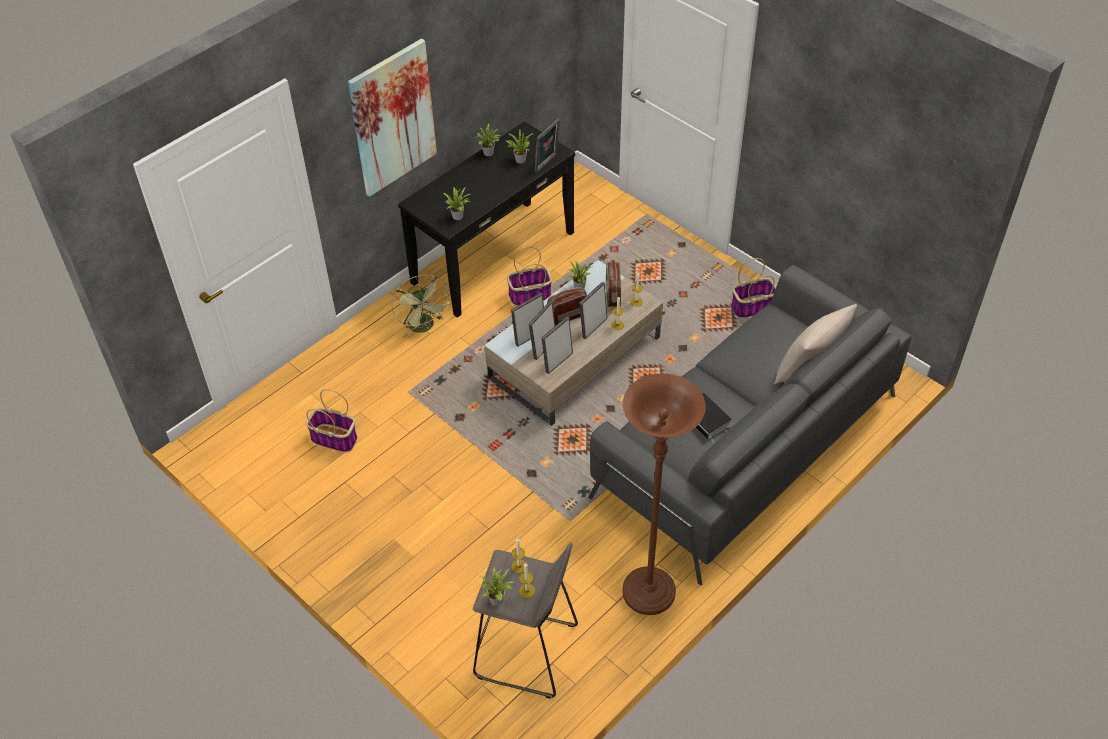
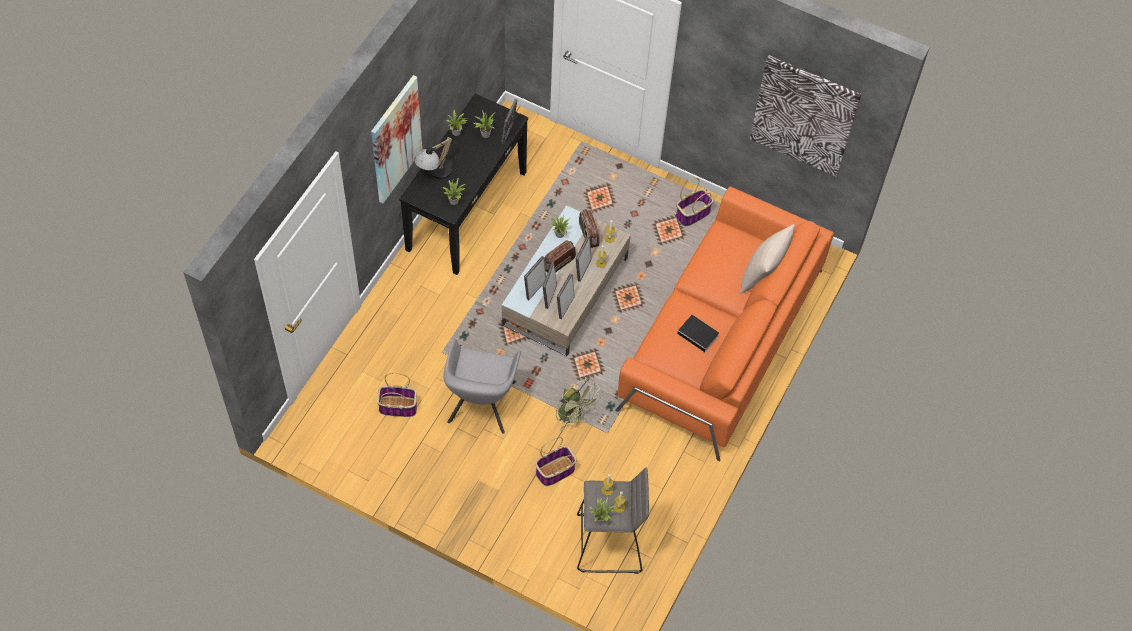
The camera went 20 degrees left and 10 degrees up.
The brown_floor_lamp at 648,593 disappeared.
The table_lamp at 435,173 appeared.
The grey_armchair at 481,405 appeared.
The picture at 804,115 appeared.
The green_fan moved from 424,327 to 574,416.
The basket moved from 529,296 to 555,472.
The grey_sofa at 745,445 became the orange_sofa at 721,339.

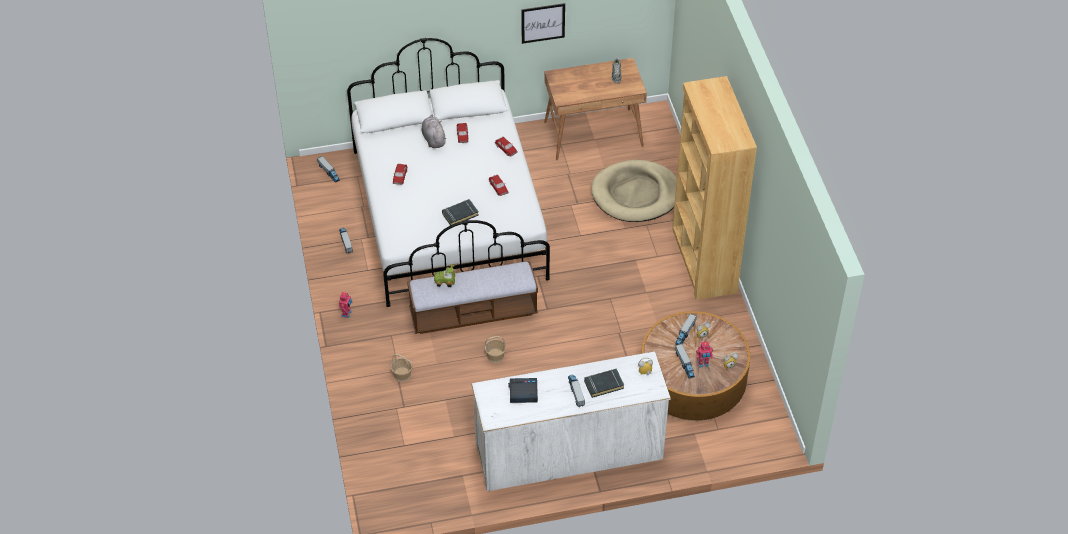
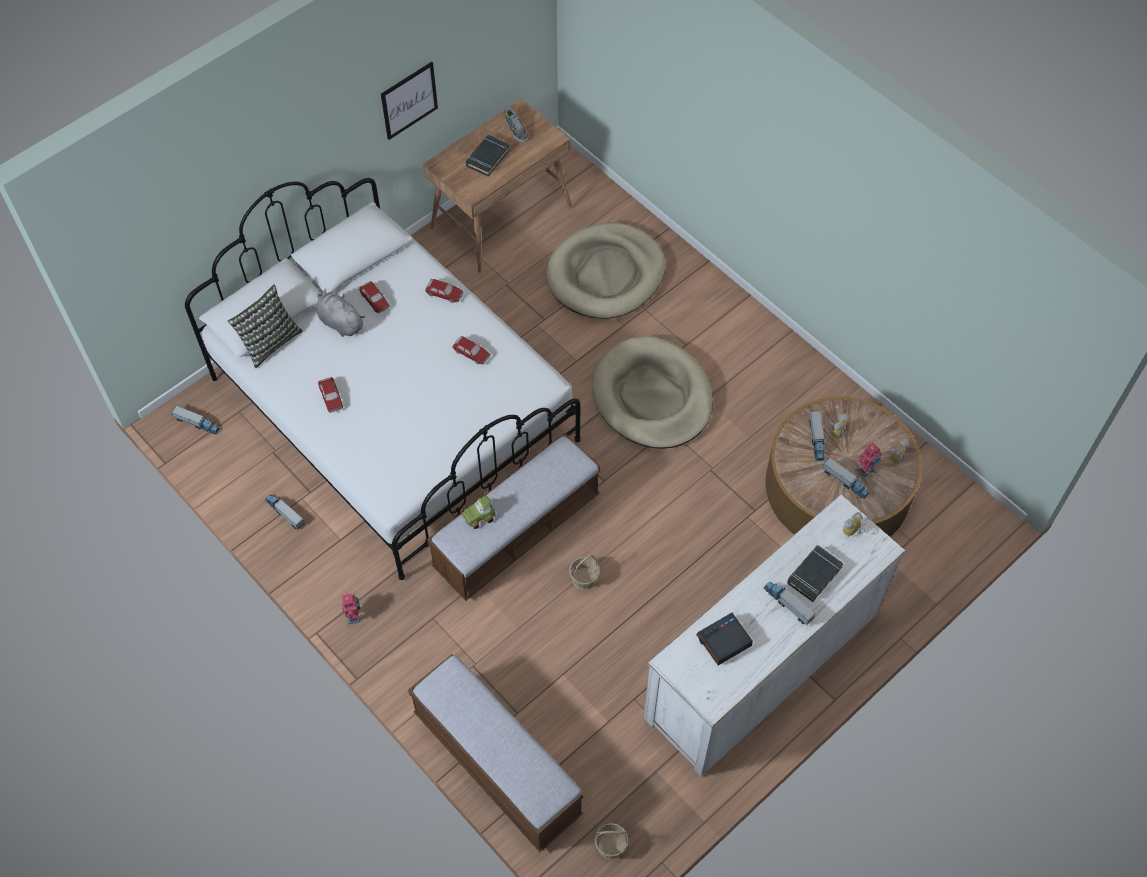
The camera went 30 degrees left and 10 degrees up.
The brown_bookcase at 703,261 disappeared.
The pillow at 269,341 appeared.
The bench at 497,764 appeared.
The beige_dog_bed at 652,397 appeared.
The basket moved from 402,375 to 611,846.
The black_book moved from 460,214 to 487,157.

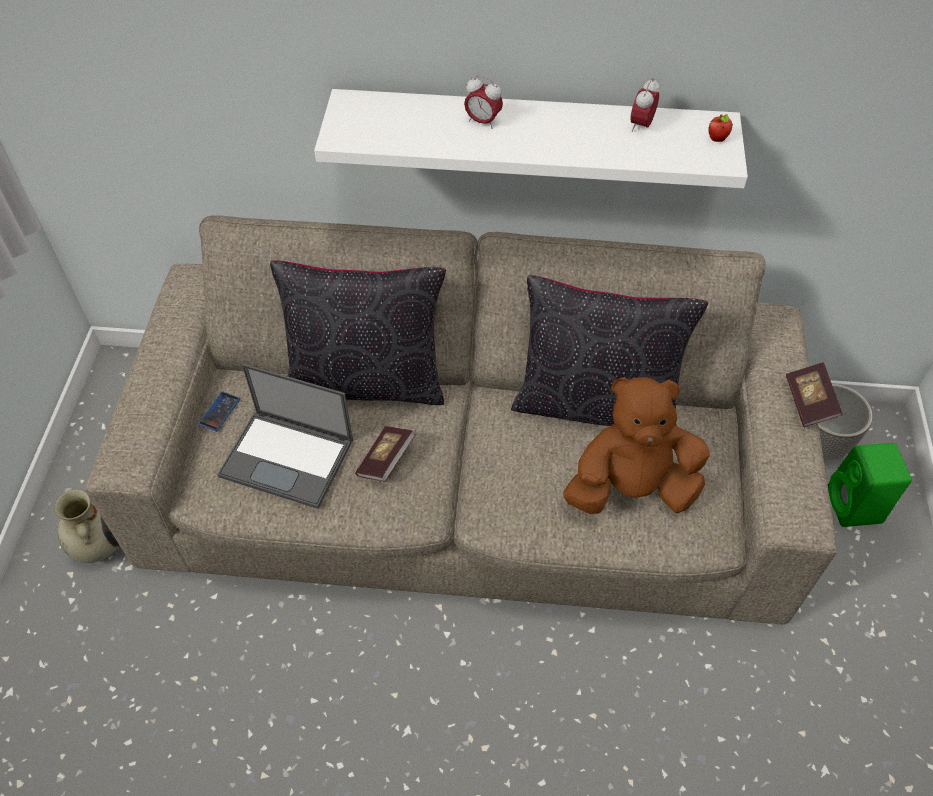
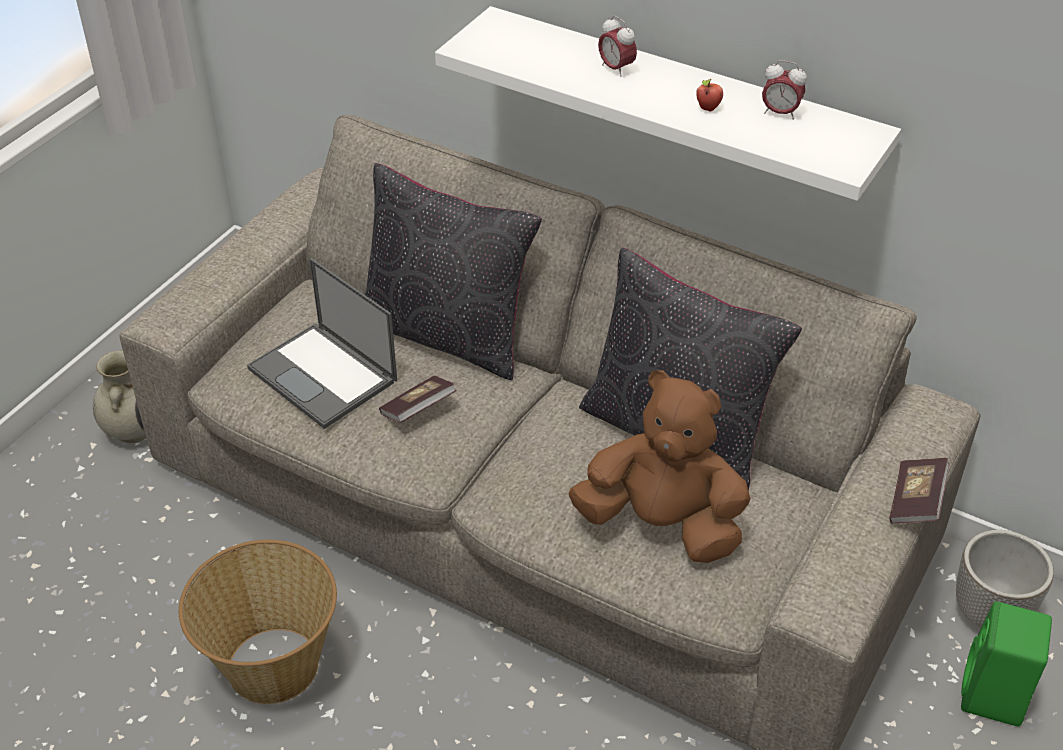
The camera went 25 degrees right and 10 degrees down.
The phone at 219,412 disappeared.
The basket at 272,664 appeared.
The apple moved from 717,139 to 708,109.
The alarm_clock at 641,125 turned 120 degrees counterclockwise.

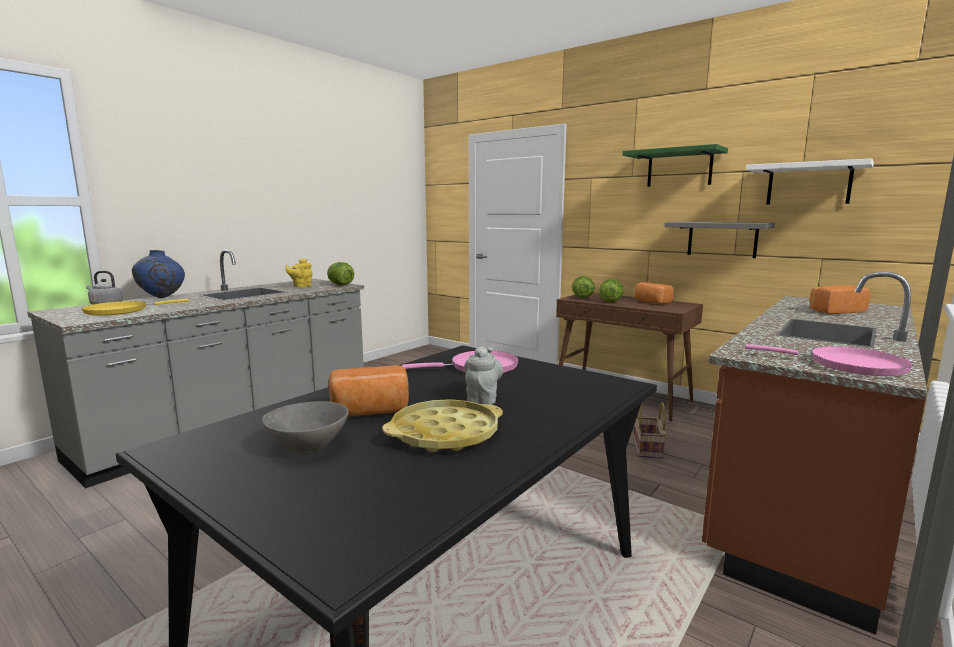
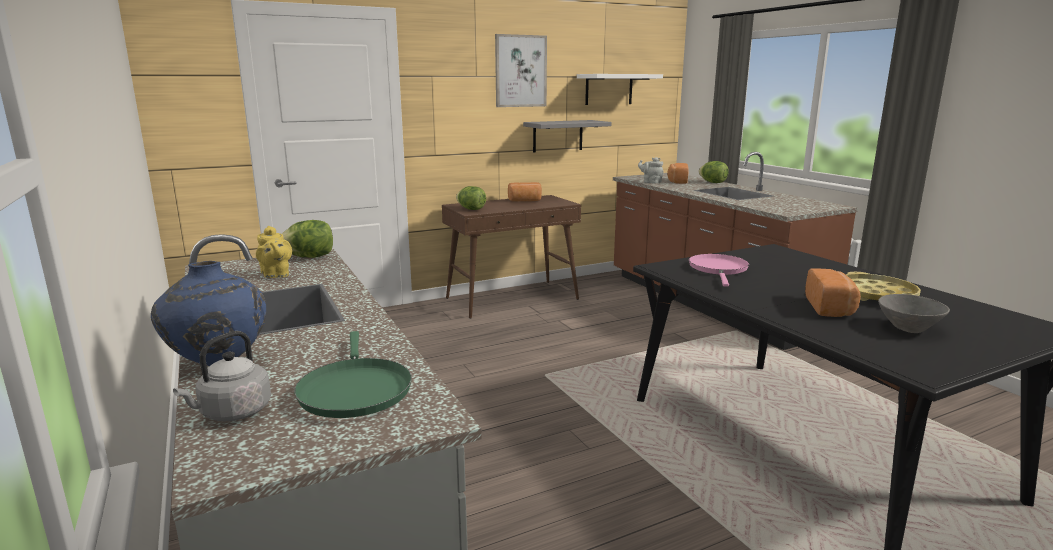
The camera went 65 degrees left and 5 degrees up.
The basket at 648,449 disappeared.
The pink_frying_pan at 849,365 disappeared.
The grey_teapot moved from 482,398 to 651,182.
The lettuce moved from 610,301 to 712,182.
The green_shelf at 679,168 was replaced by the picture at 520,71.
The yellow_frying_pan at 121,311 became the green_frying_pan at 354,390.

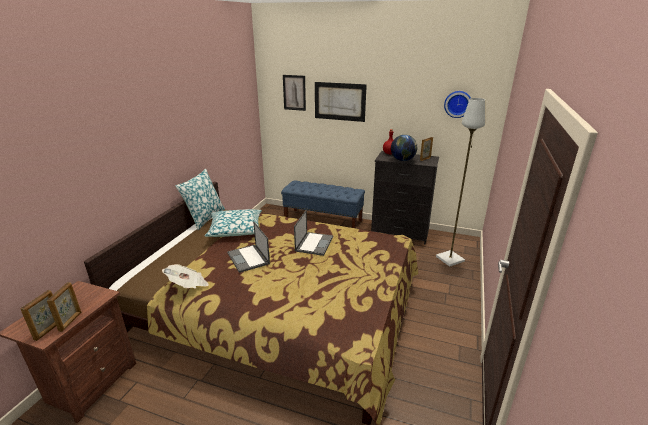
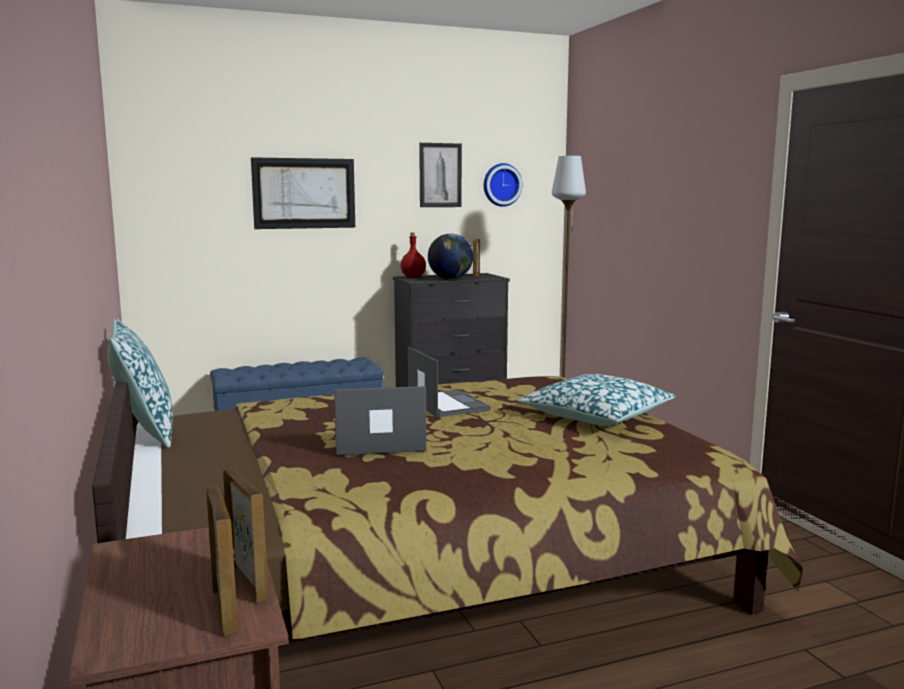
The camera went 40 degrees left and 15 degrees down.
The newspaper at 188,285 disappeared.
The pillow moved from 235,229 to 596,415.
The picture moved from 294,92 to 440,175.
The laptop at 248,258 turned 150 degrees clockwise.

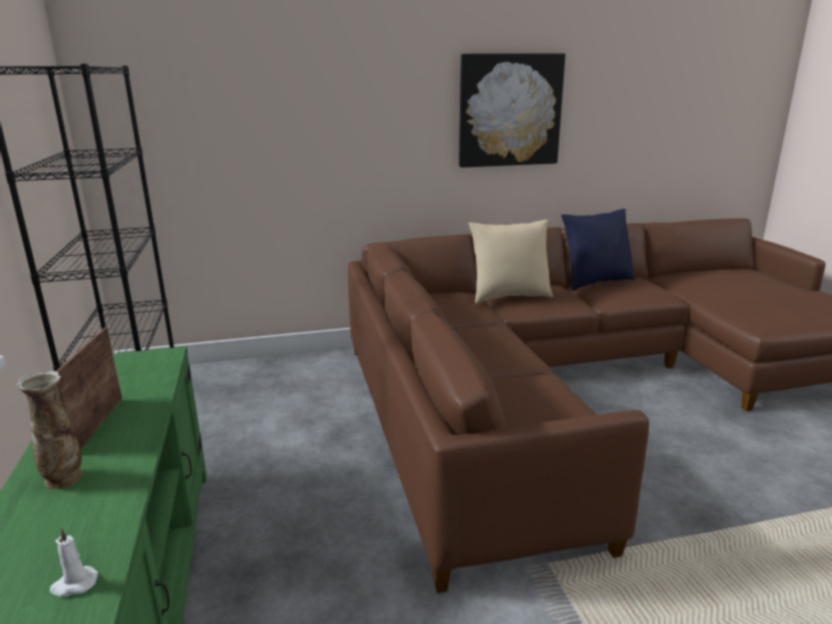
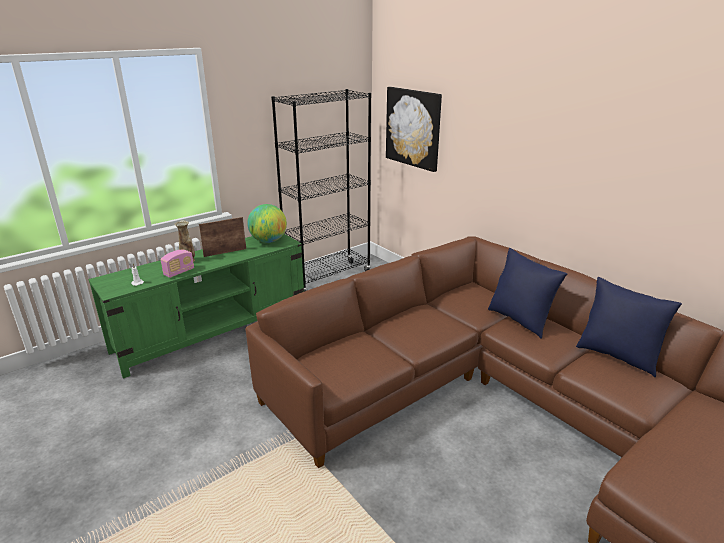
The camera went 65 degrees right and 5 degrees up.
The radio at 179,272 appeared.
The globe at 268,241 appeared.
The picture moved from 509,110 to 413,128.
The beige_pillow at 509,297 became the blue_pillow at 520,320.

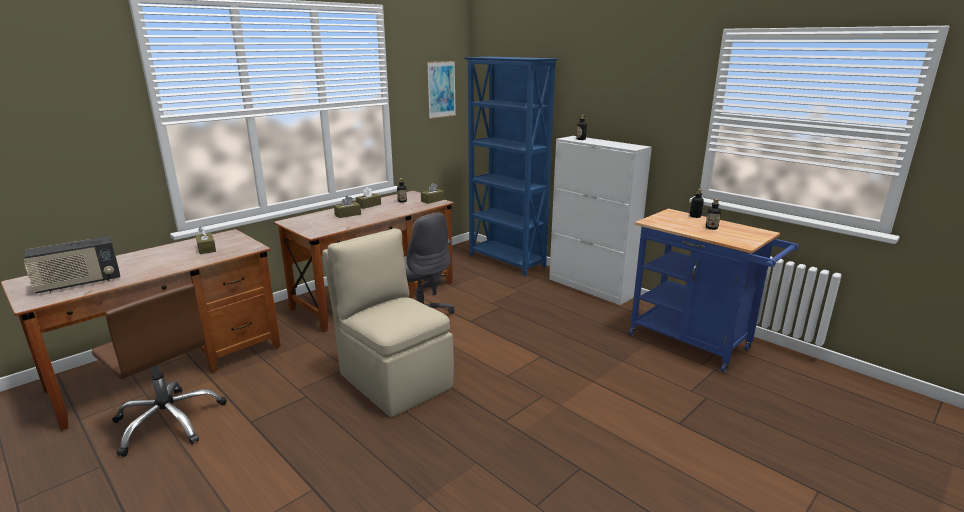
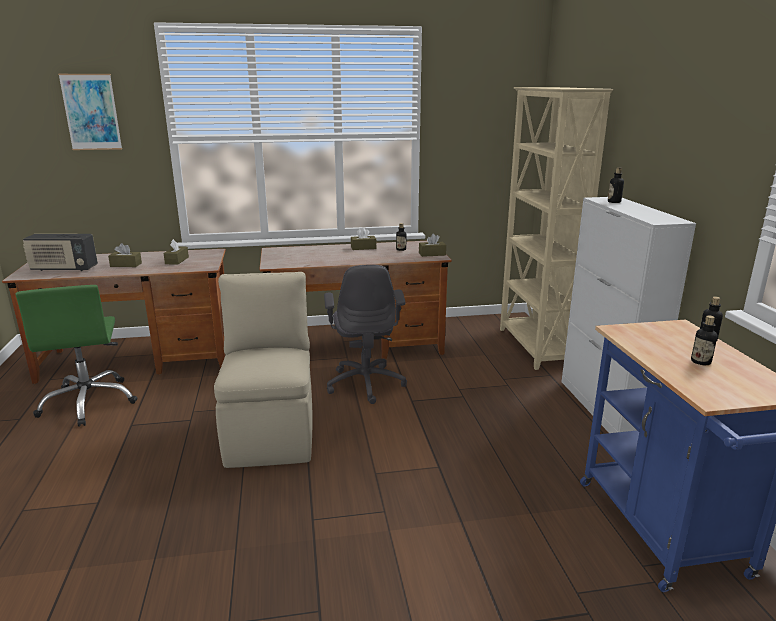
The camera went 35 degrees right and 0 degrees up.
The brown_tissue_box moved from 348,214 to 126,265.
The picture moved from 441,89 to 91,112.
The brown_office_chair at 169,421 became the green_office_chair at 89,402.
The blue_bookcase at 506,261 became the beige_bookcase at 534,347.

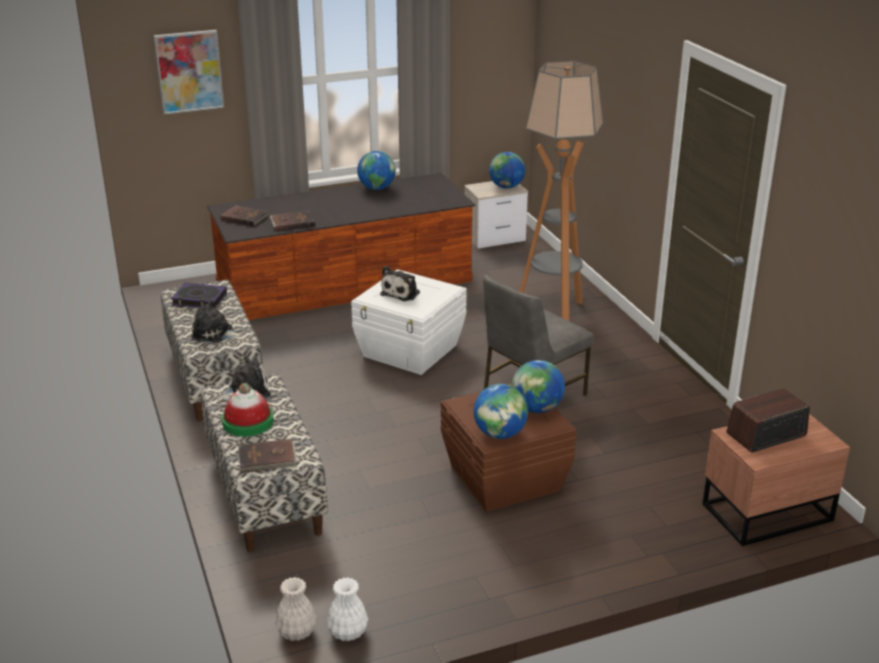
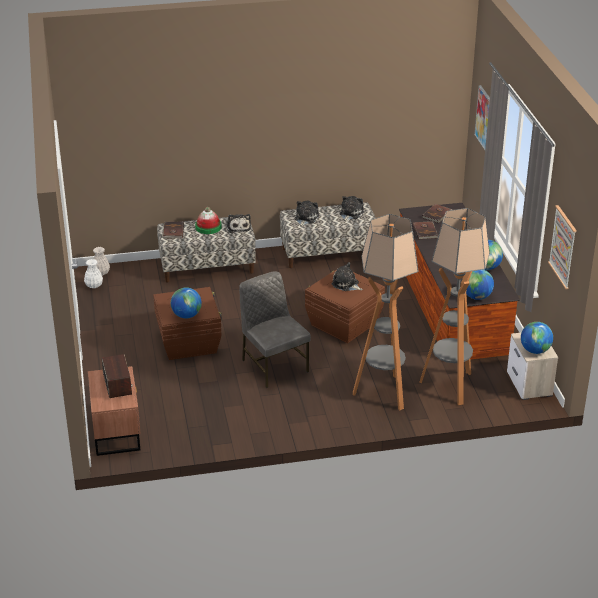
The camera went 100 degrees right and 5 degrees up.
The floor_lamp at 450,386 appeared.
The picture at 563,246 appeared.
The globe moved from 500,434 to 477,297.
The book at 199,300 was replaced by the plush_toy at 350,214.
The white_storage_box at 410,351 became the brown_storage_box at 343,324.

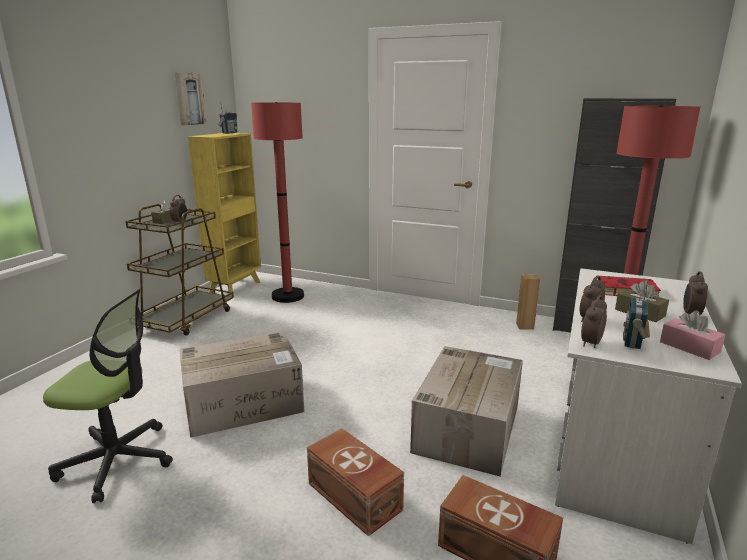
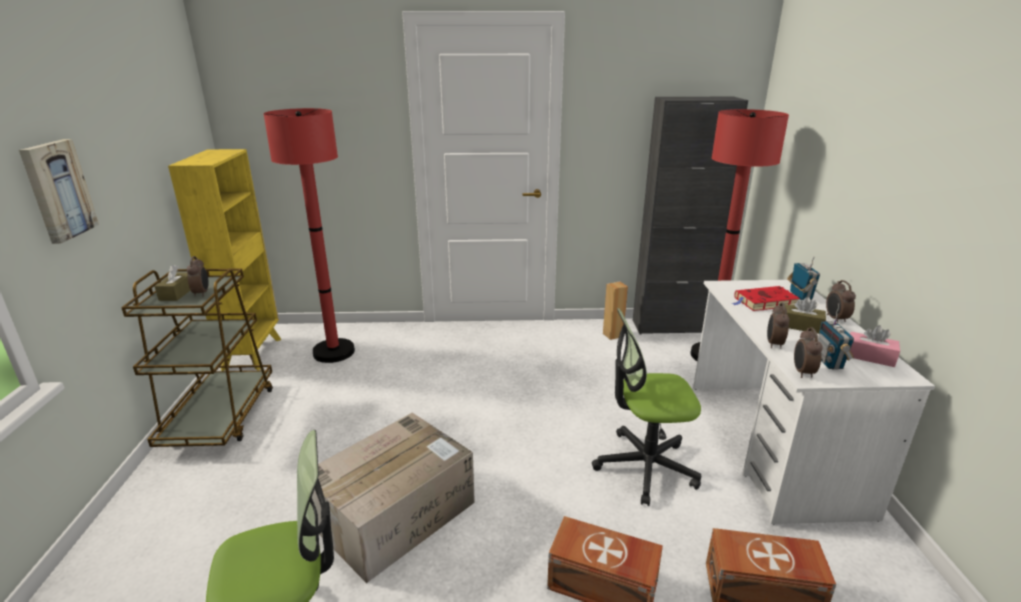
The camera went 25 degrees left and 5 degrees up.
The picture moved from 189,99 to 57,190.
The radio moved from 229,133 to 800,296.
The cardboard_box at 467,427 was replaced by the office_chair at 645,466.

